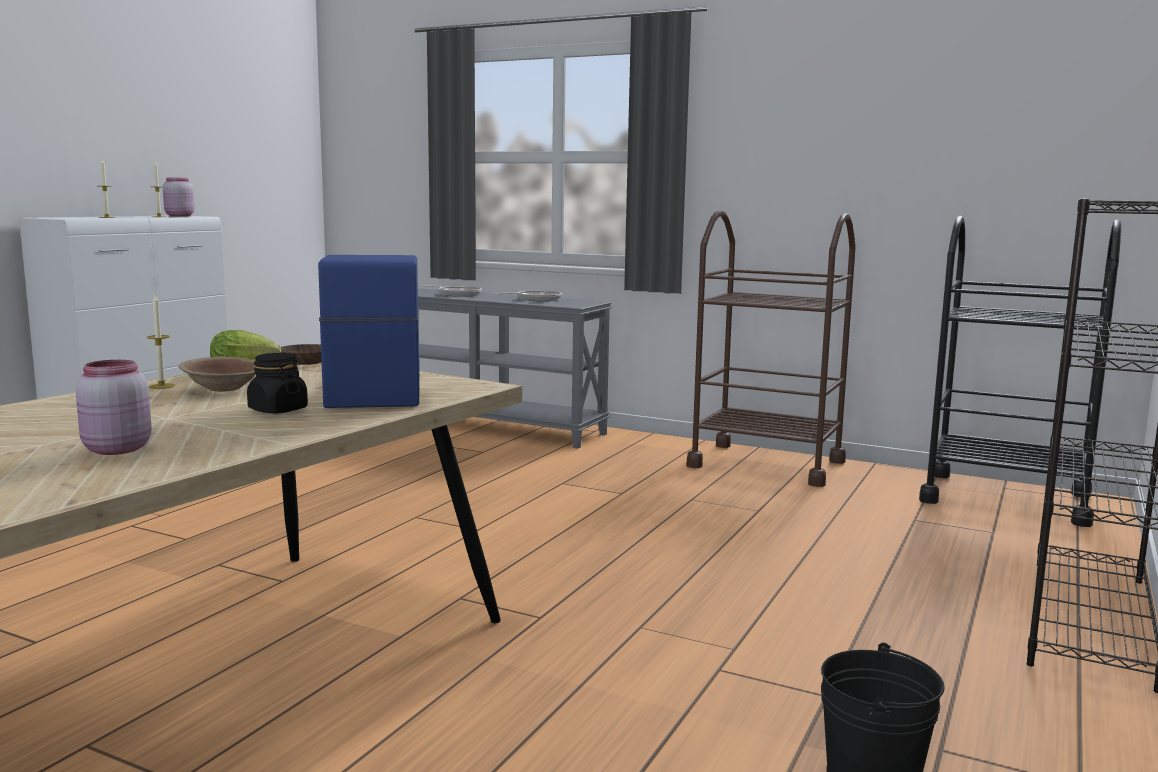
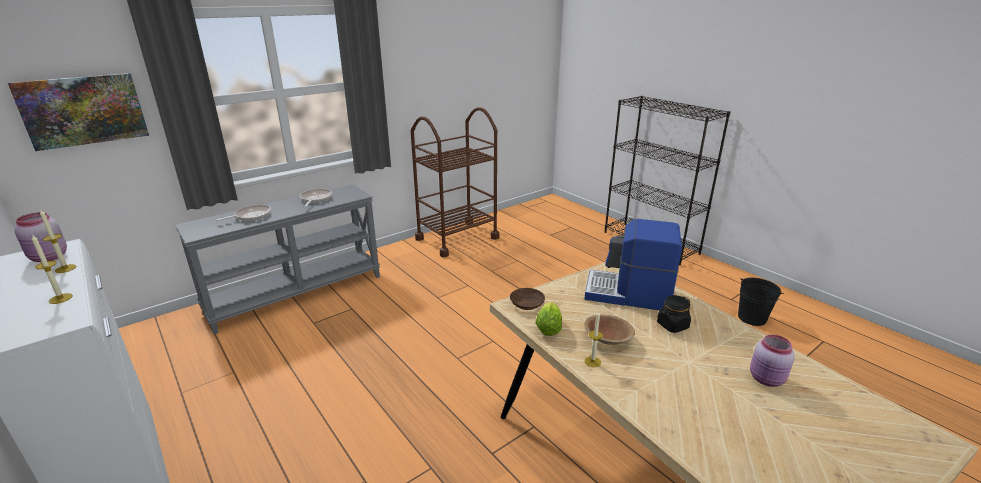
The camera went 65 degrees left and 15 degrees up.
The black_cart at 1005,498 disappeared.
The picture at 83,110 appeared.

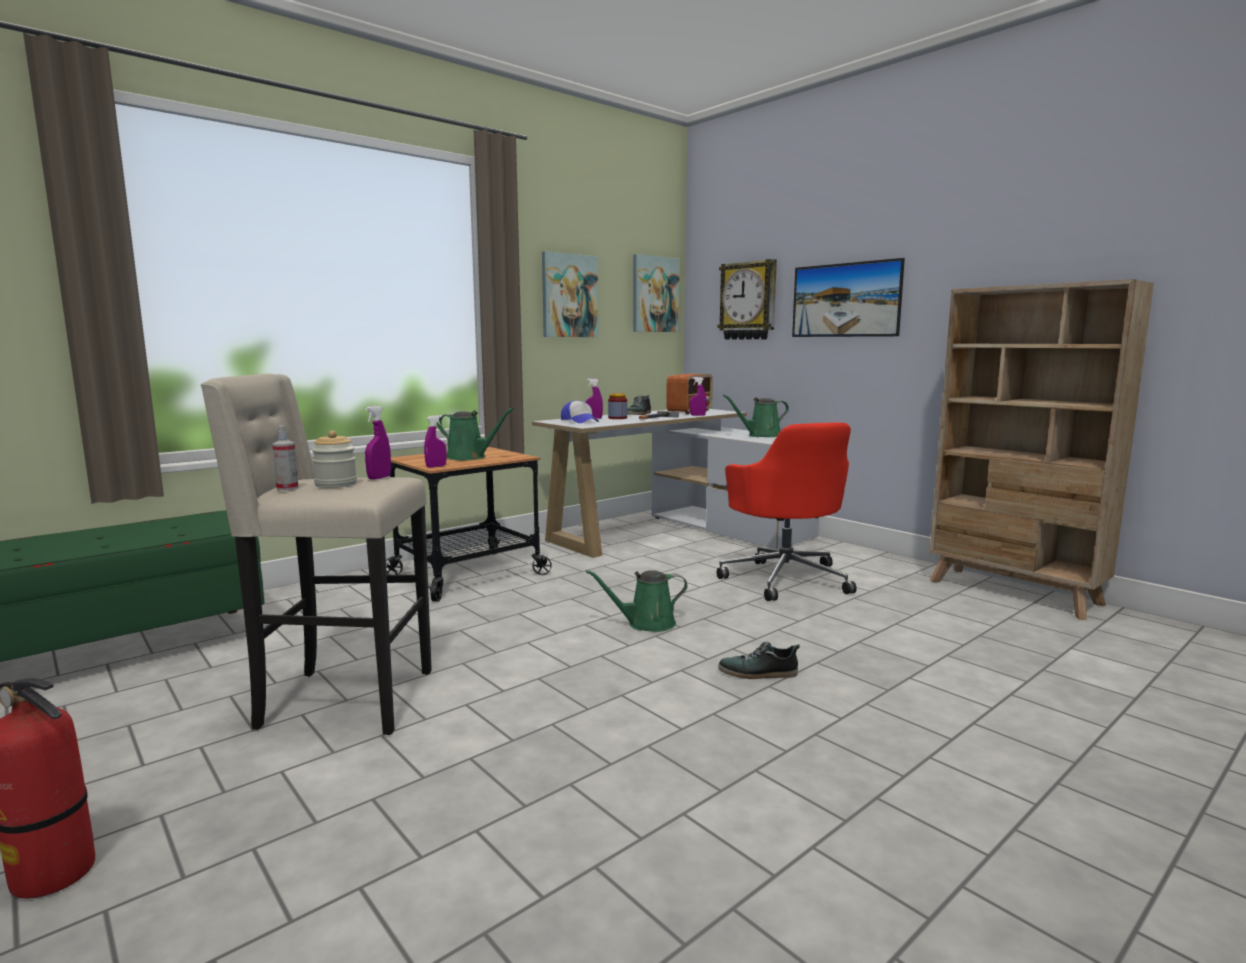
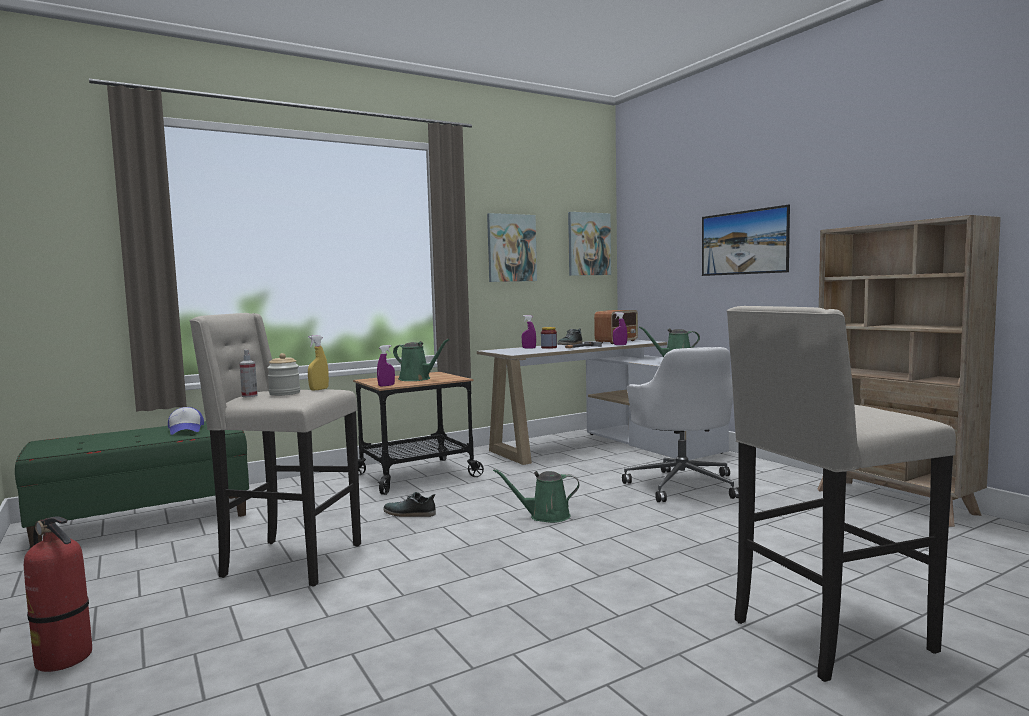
The camera went 10 degrees right and 5 degrees down.
The wall_clock at 748,301 disappeared.
The beige_stool at 826,636 appeared.
The cap moved from 580,421 to 186,430.
The shoe moved from 758,673 to 409,513.
The purple_spray_bottle at 379,478 became the yellow_spray_bottle at 319,389.
The red_office_chair at 785,578 became the white_office_chair at 682,485.

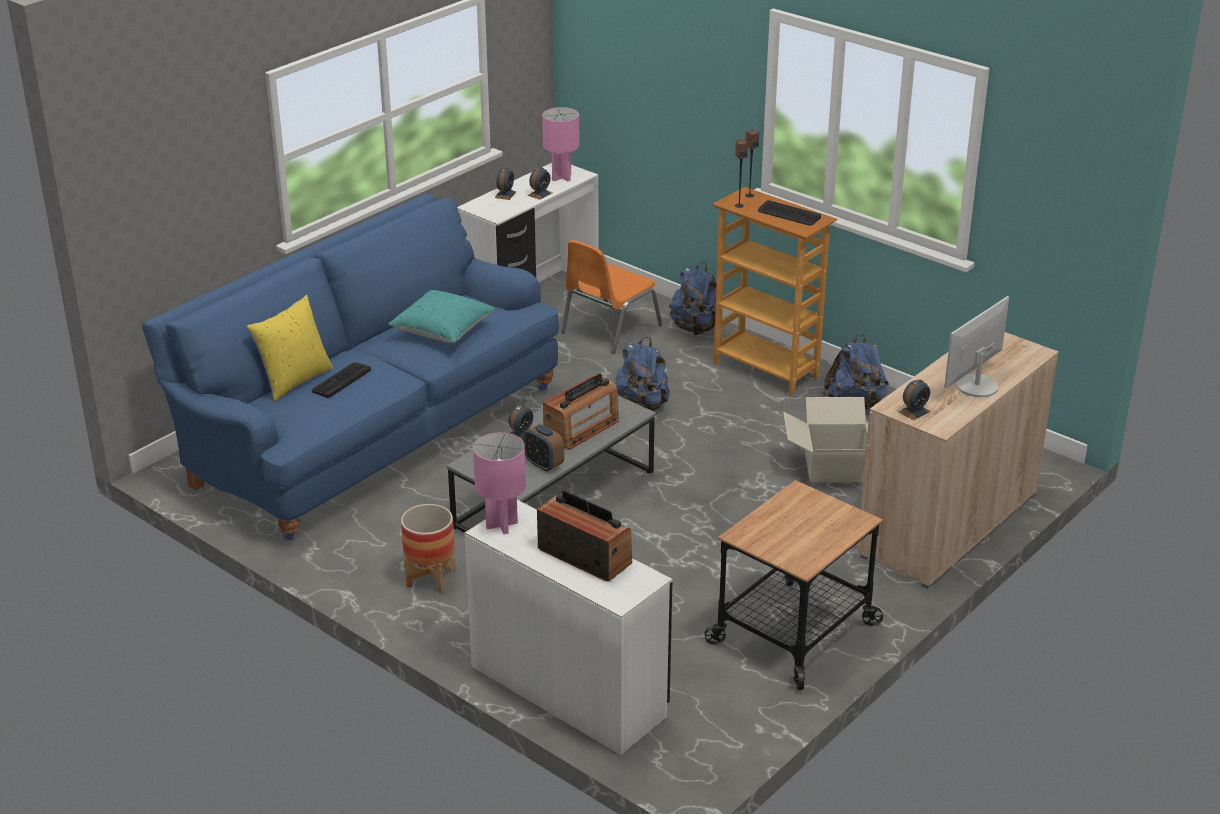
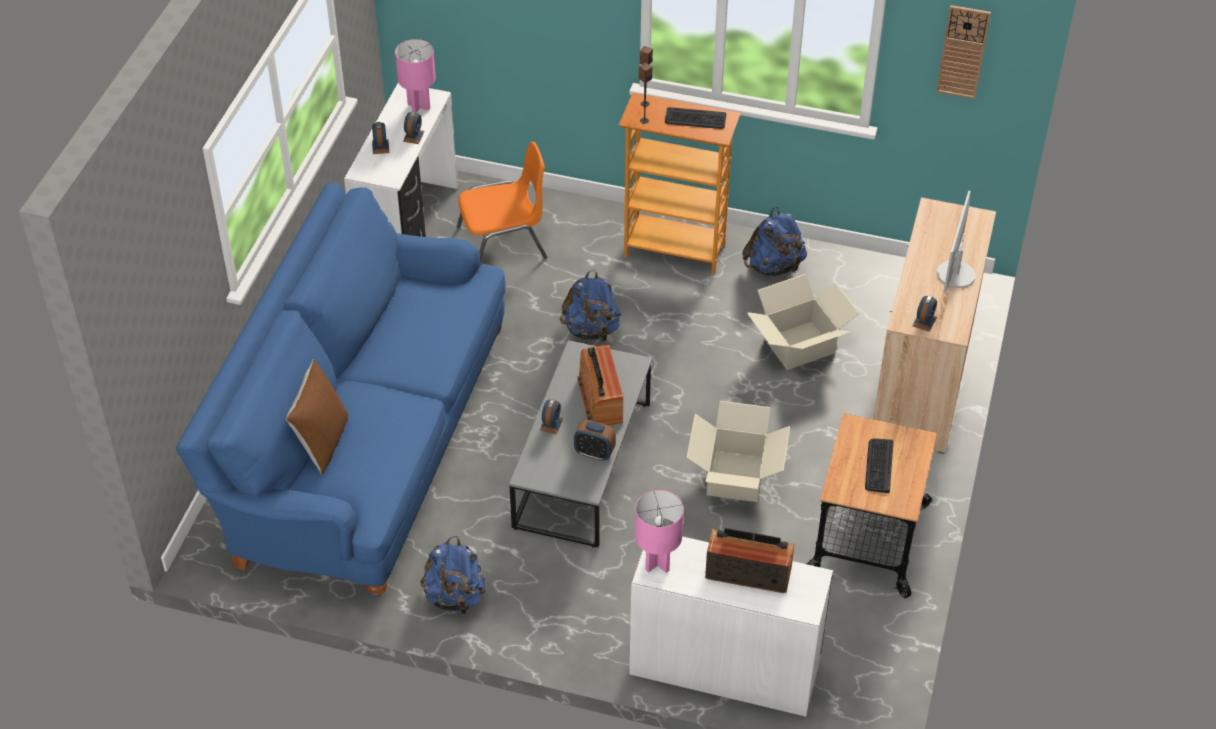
The camera went 25 degrees left and 15 degrees up.
The turquoise_pillow at 442,331 disappeared.
The planter at 430,578 disappeared.
The cardboard_box at 736,476 appeared.
The wall_clock at 963,51 appeared.
The keyboard moved from 341,380 to 879,466.
The blue_backpack moved from 696,328 to 455,597.
The yellow_pillow at 294,380 became the brown_pillow at 322,442.
The radio at 581,428 turned 150 degrees clockwise.
The orange_chair at 609,329 turned 120 degrees counterclockwise.

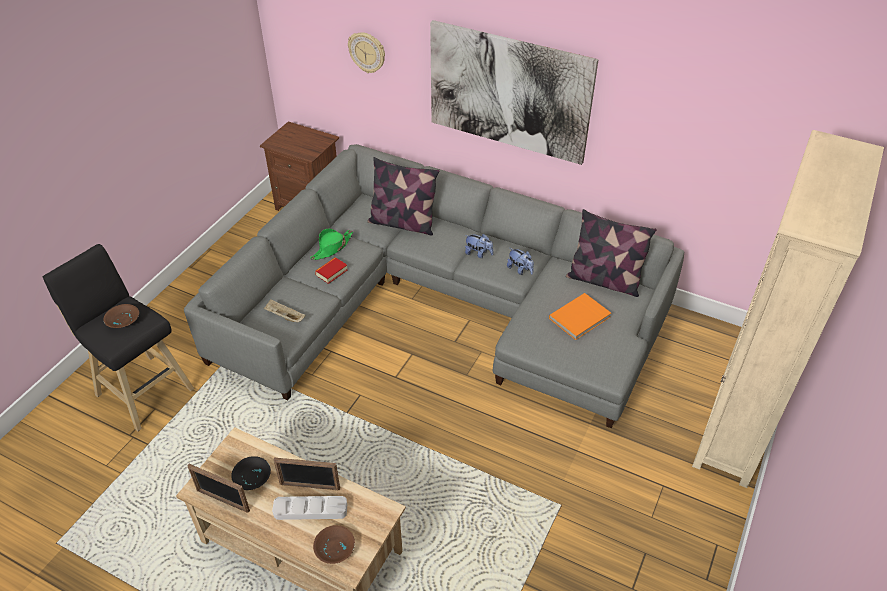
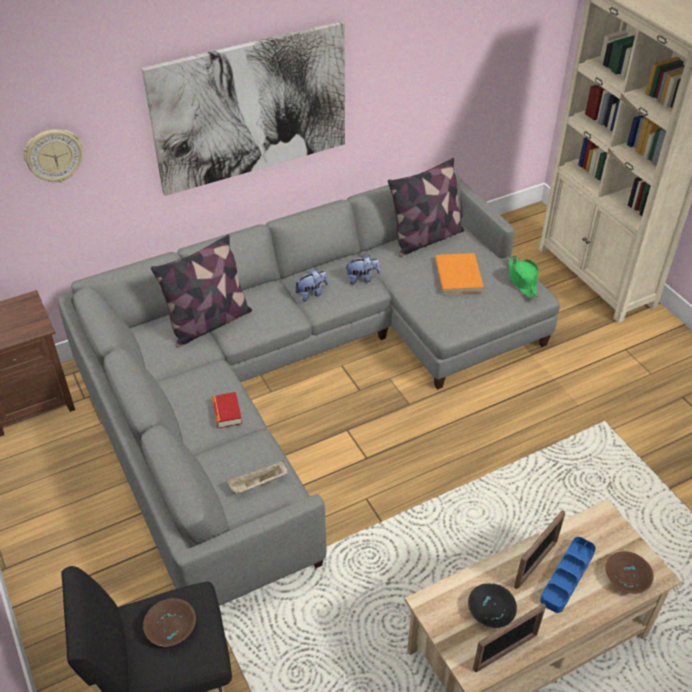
The camera went 55 degrees left and 0 degrees up.
The green_hat moved from 332,248 to 522,281.
The grey_tray at 310,510 became the blue_tray at 567,576.

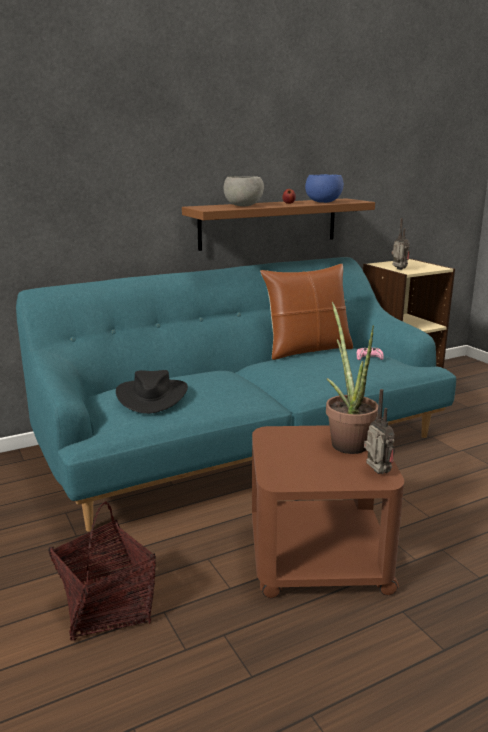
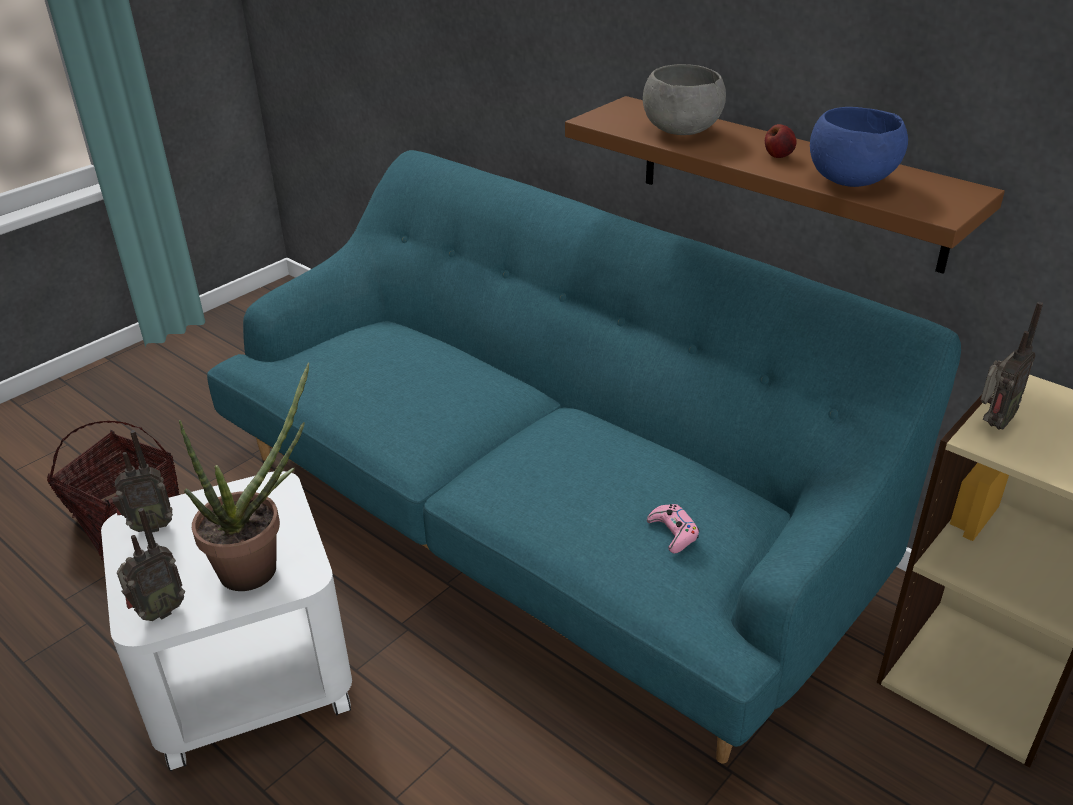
The camera went 70 degrees right and 15 degrees up.
The black_hat at 152,396 disappeared.
The brown_pillow at 307,350 disappeared.
The radio at 150,526 appeared.
The brown_side_table at 317,557 became the white_side_table at 247,672.

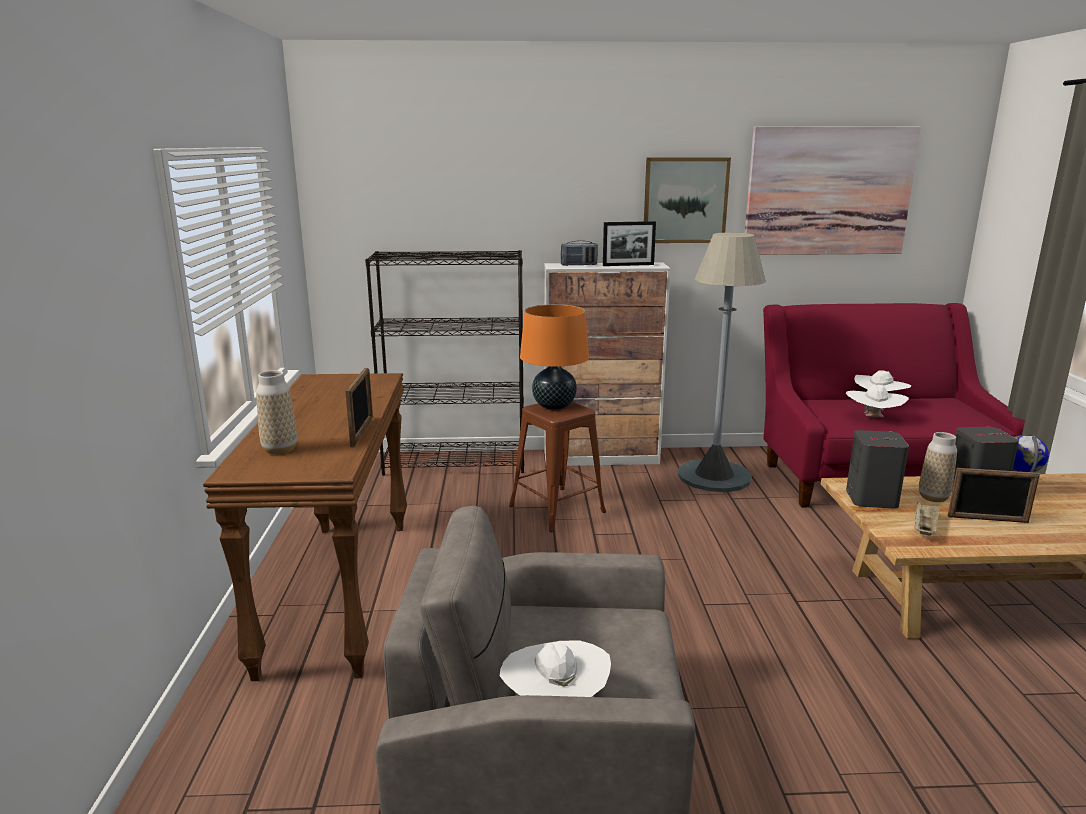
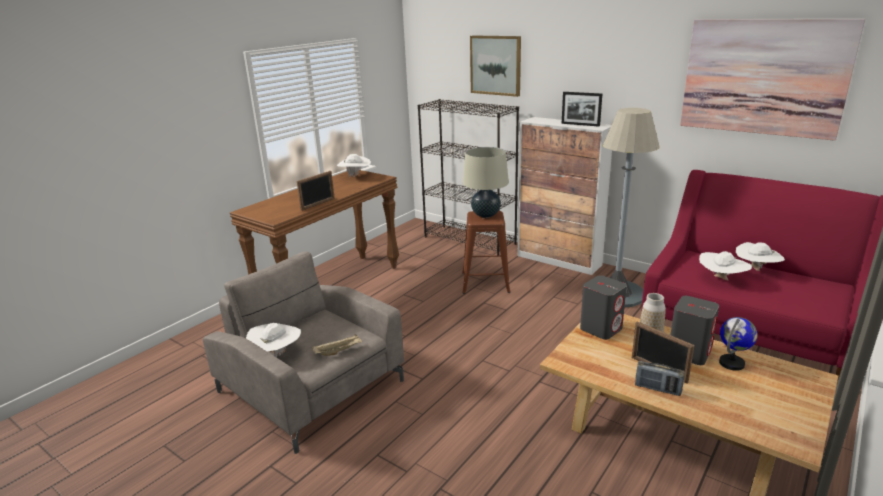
The camera went 40 degrees right and 5 degrees up.
The vase at 280,450 disappeared.
The white_hat at 355,176 appeared.
The radio moved from 579,265 to 657,389.
The picture moved from 685,200 to 496,65.
The beige_tray moved from 924,528 to 339,351.
The orange_table_lamp at 554,406 became the beige_table_lamp at 485,215.

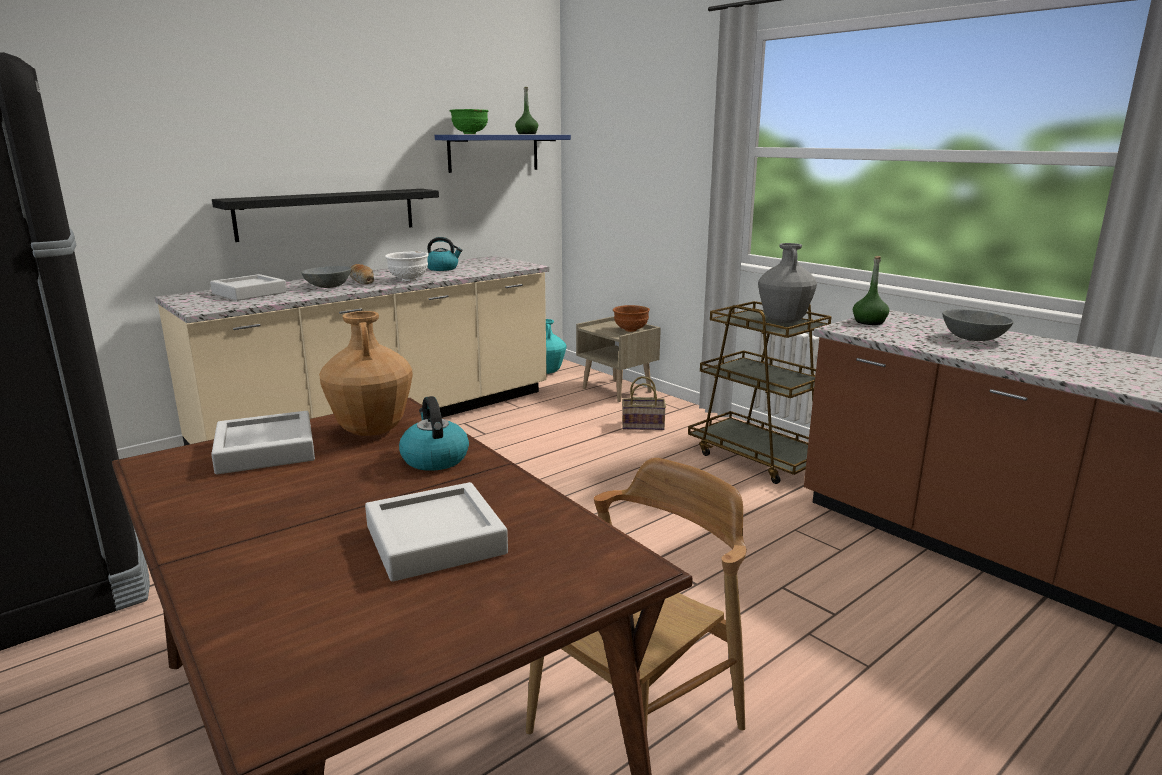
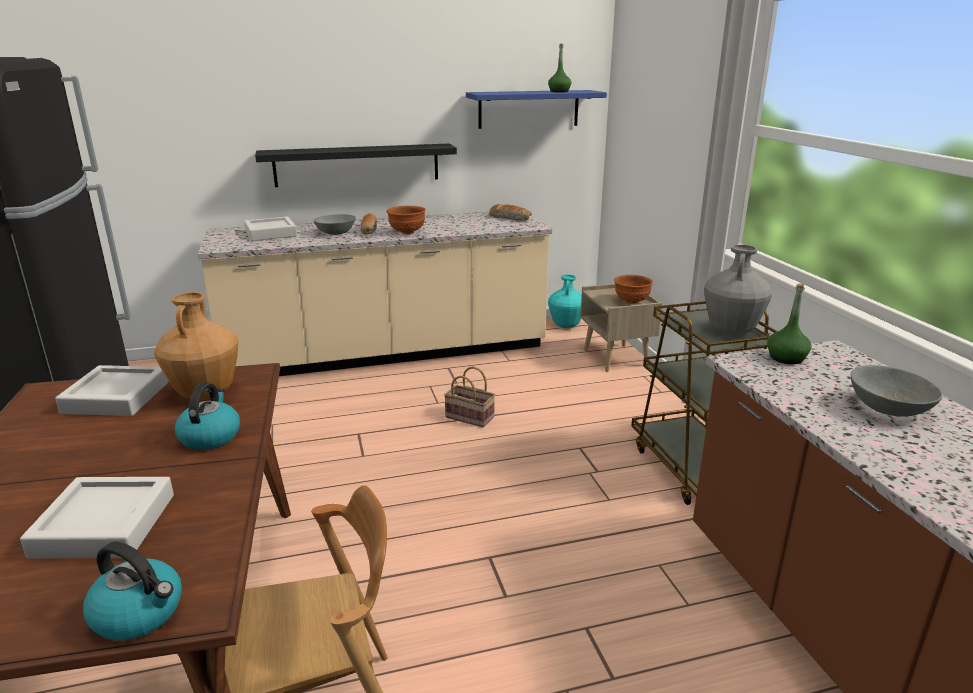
The camera went 25 degrees right and 5 degrees up.
The green_bowl at 470,134 disappeared.
The bread at 510,218 appeared.
The kettle moved from 442,268 to 140,613.
The basket moved from 644,425 to 471,417.
The white_bowl at 408,280 became the brown_bowl at 406,232.

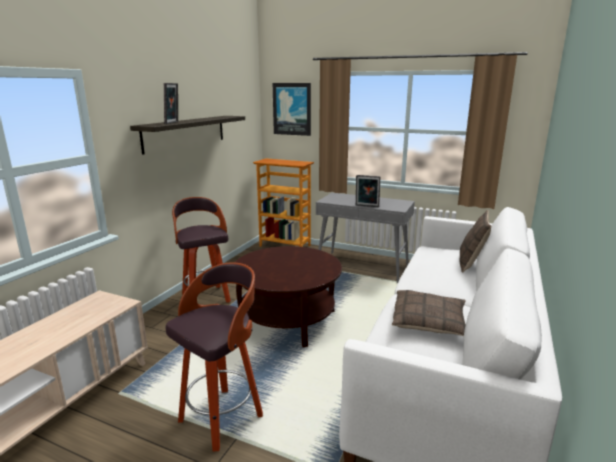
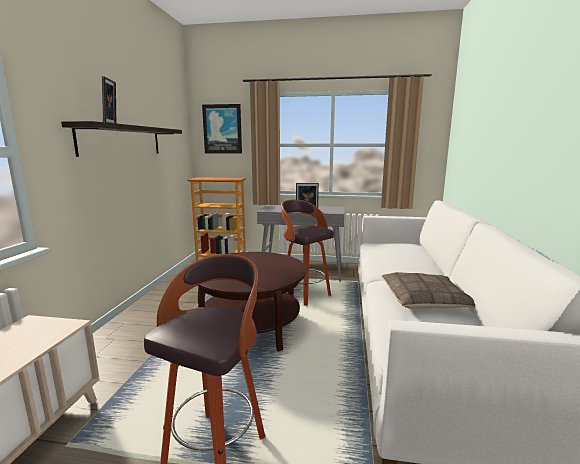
The camera went 15 degrees left and 5 degrees down.
The pillow at 471,263 disappeared.
The stool moved from 205,297 to 304,294.

